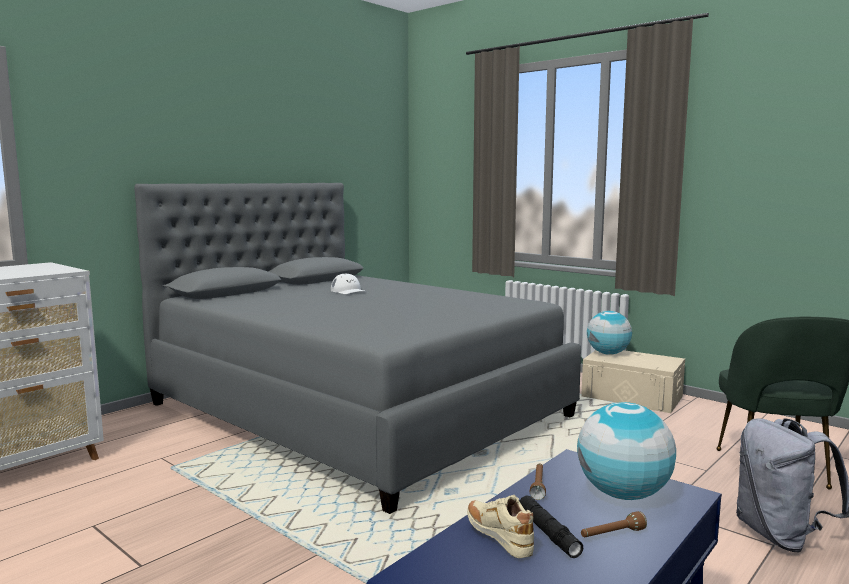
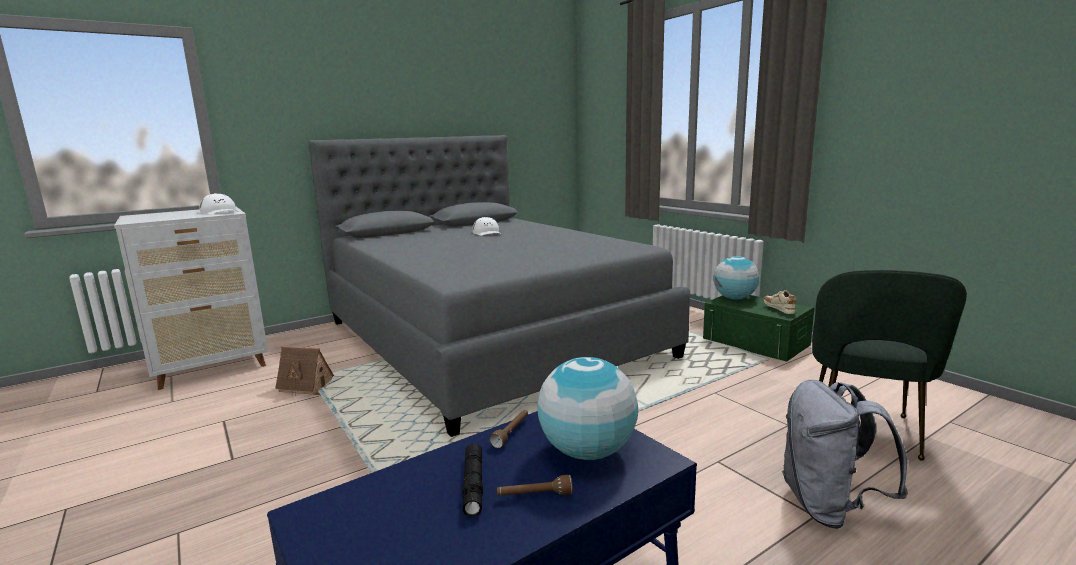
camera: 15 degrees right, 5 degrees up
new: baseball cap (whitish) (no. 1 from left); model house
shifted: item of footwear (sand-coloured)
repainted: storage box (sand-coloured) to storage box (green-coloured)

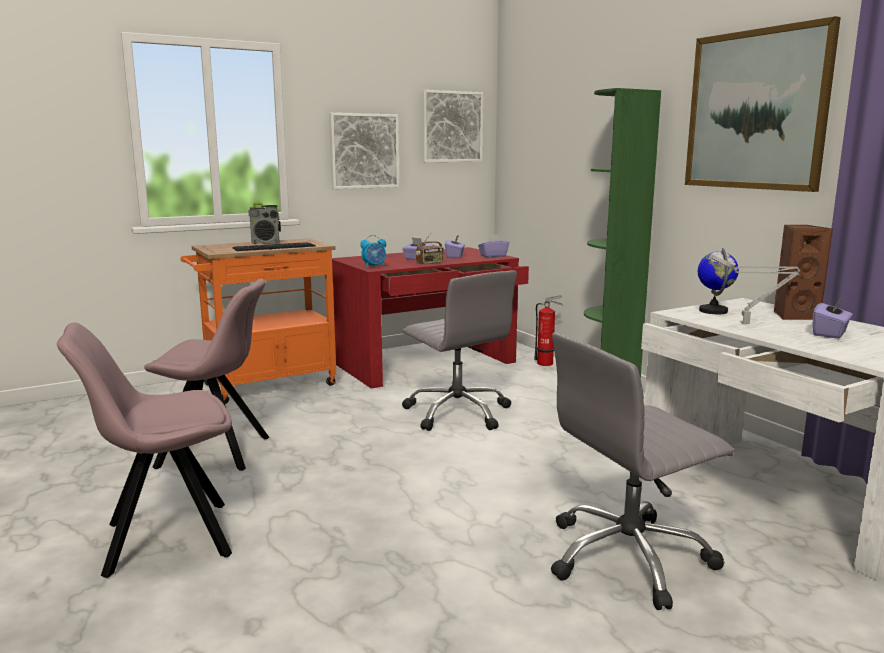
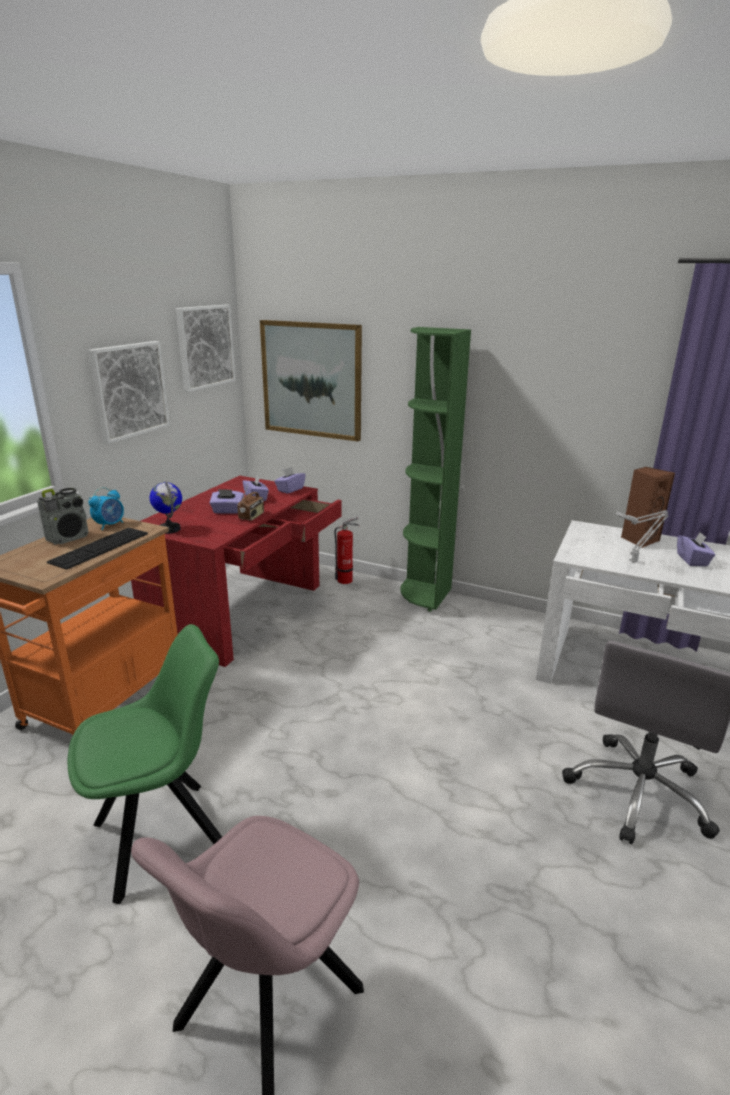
camera: 35 degrees left, 10 degrees up
gone: desk chair (grey) (no. 1 from left)
shifted: picture (no. 3 from left); bedside clock; desk globe
repainted: chair (pink-coloured) (no. 2 from left) to chair (green-coloured)

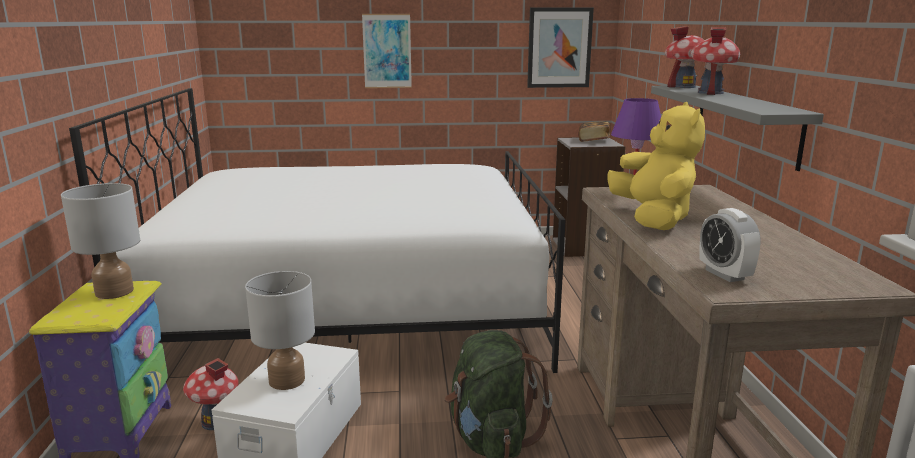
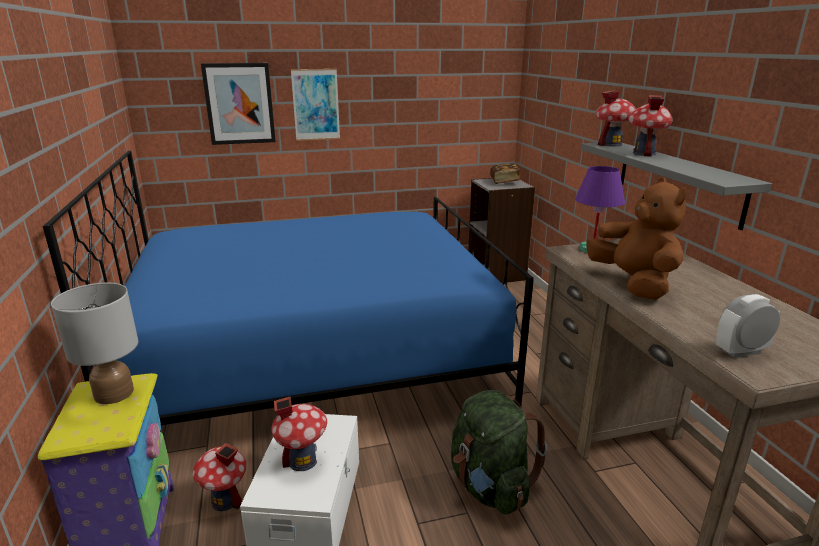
camera: 10 degrees left, 5 degrees up
shifted: picture (no. 2 from left in the first image) to picture (no. 1 from left)
swapped: lamp for a table (grey) (no. 2 from left) to model house (no. 2 from left)
repainted: bedroom bed (whitish) to bedroom bed (bluish); cuddly toy (yellowish) to cuddly toy (brown)
rotated: bedside clock 105 degrees clockwise

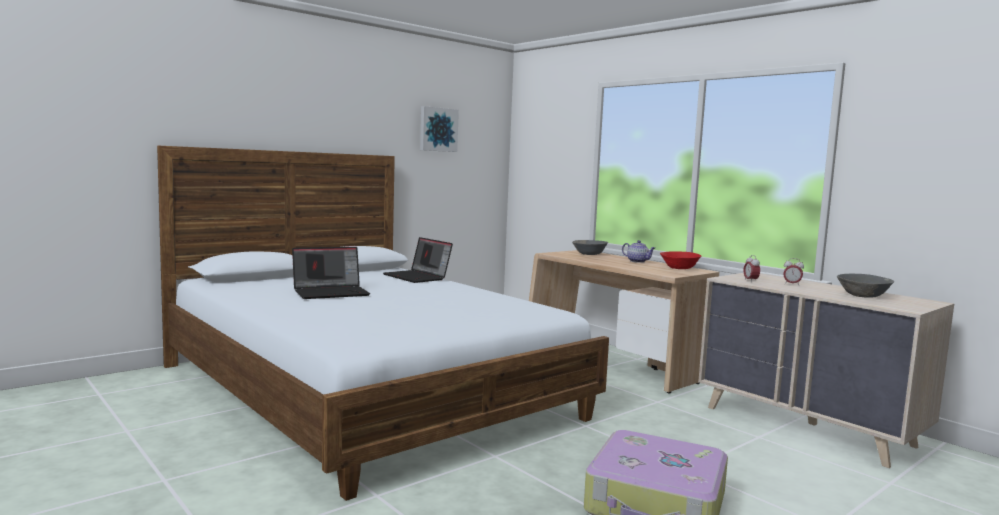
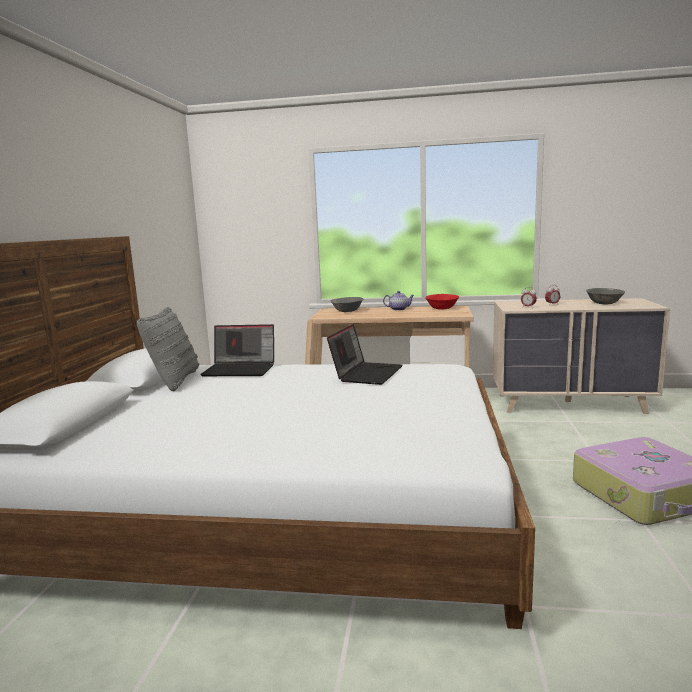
camera: 40 degrees left, 5 degrees up
gone: picture
new: throw pillow (grey)
shifted: laptop (no. 1 from left in the first image) to laptop (no. 2 from left)

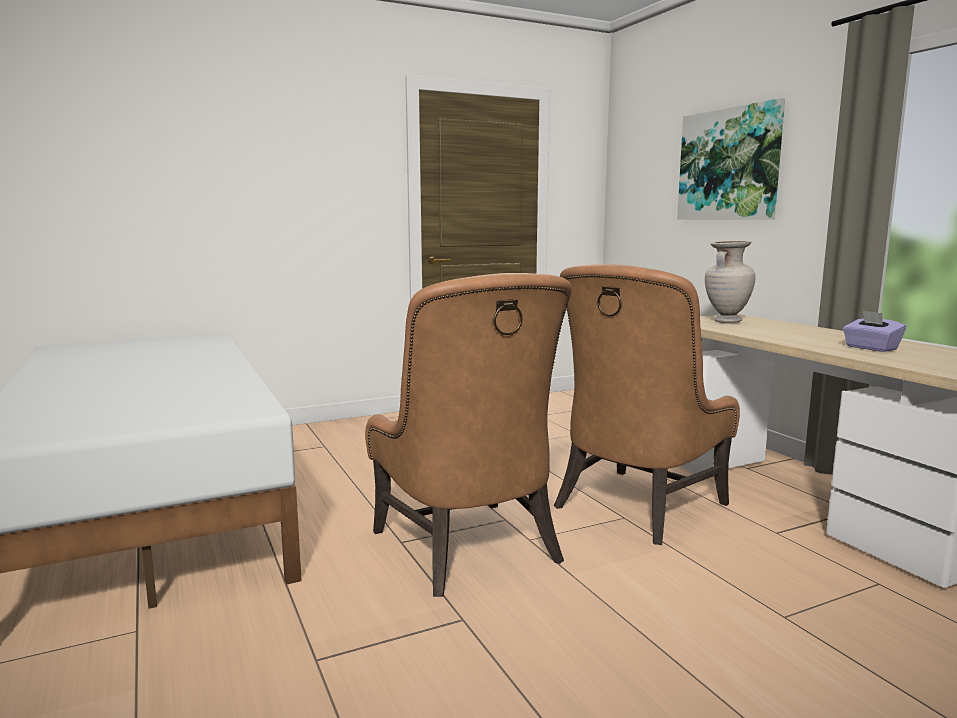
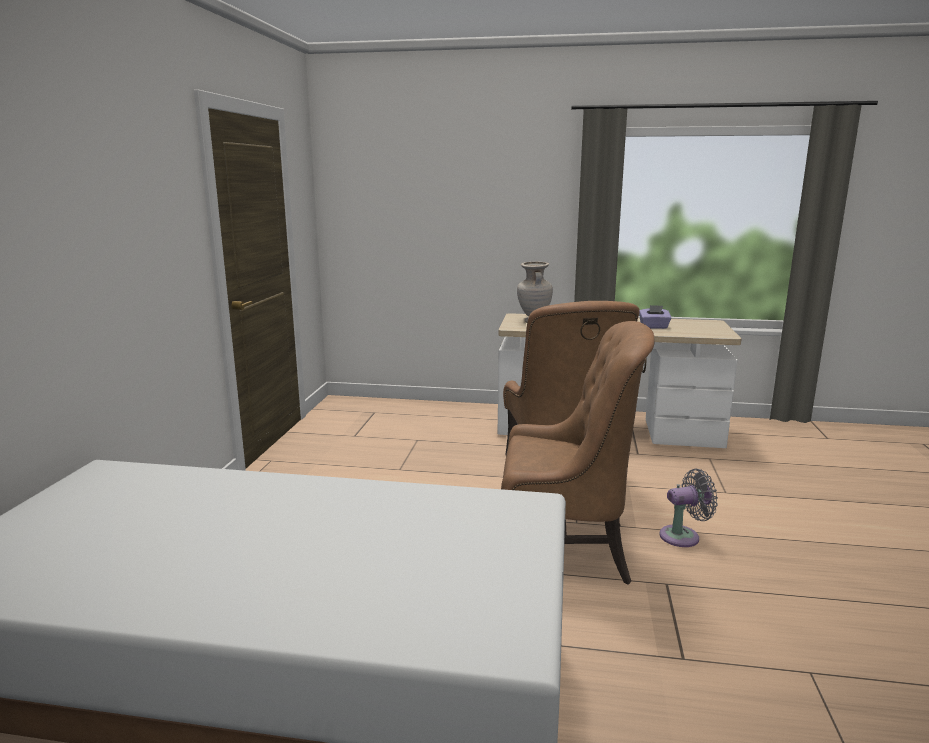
camera: 55 degrees left, 5 degrees up
gone: picture
new: fan (grey)

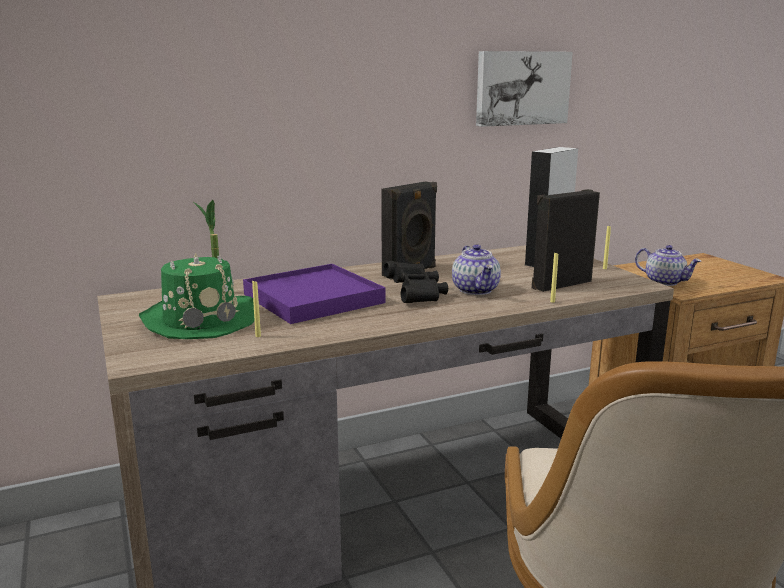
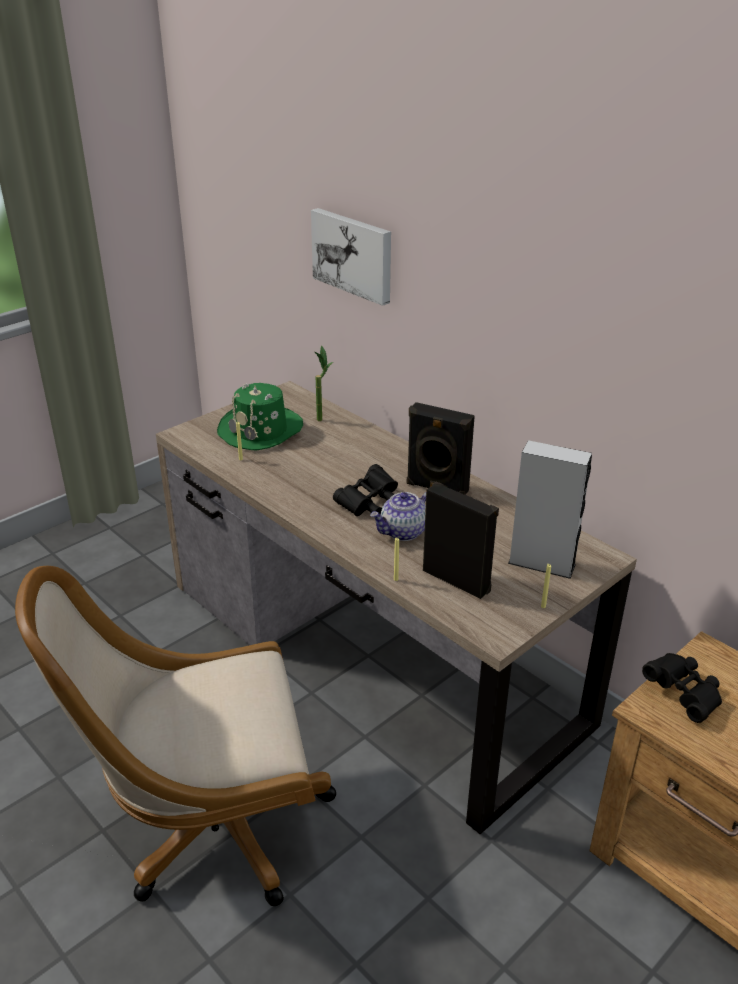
camera: 70 degrees right, 15 degrees up
gone: serving tray (purplish)
shifted: picture
swapped: pot for tea (no. 2 from left) to pair of binoculars (black) (no. 2 from left)

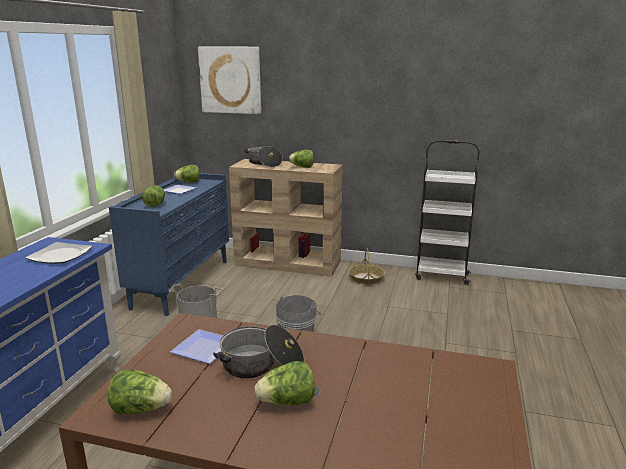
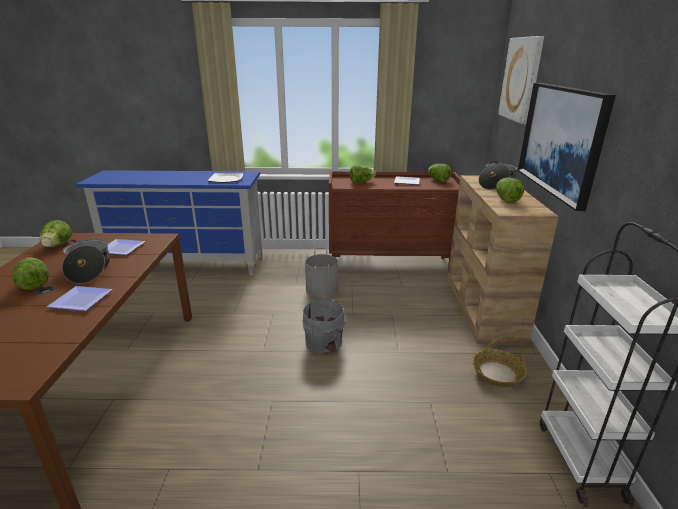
camera: 75 degrees right, 5 degrees up
new: picture (no. 2 from left); plate (no. 1 from left)
repainted: cabinet (bluish) to cabinet (brown)

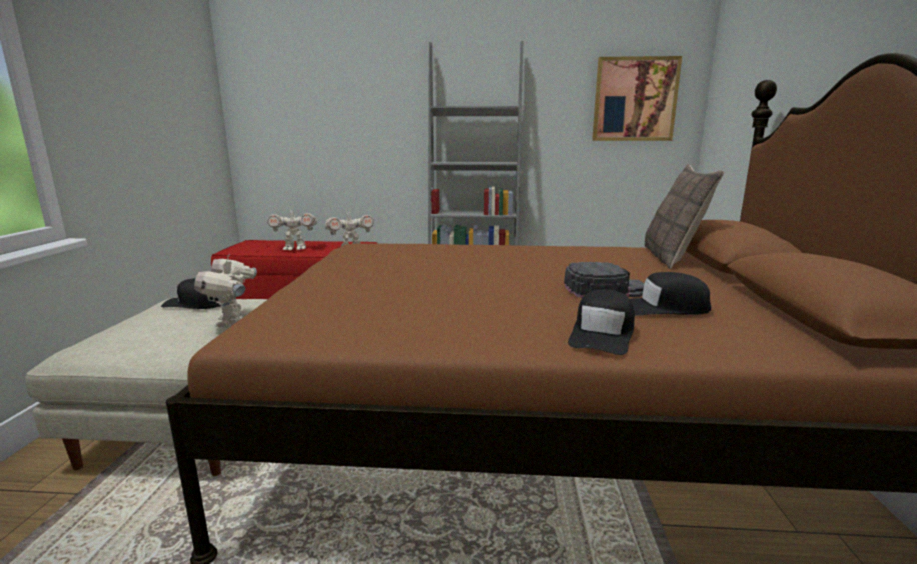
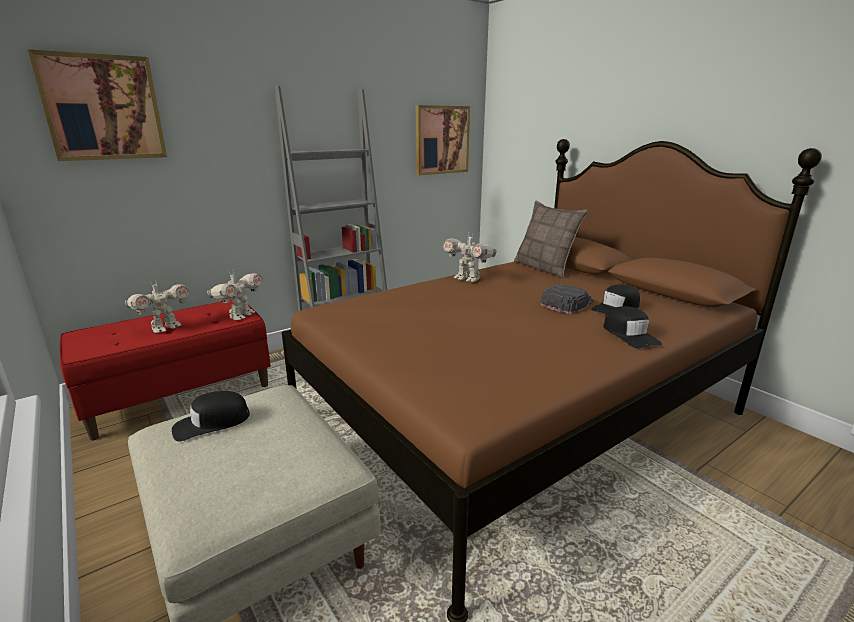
camera: 40 degrees left, 5 degrees up
new: picture (no. 1 from left)
shifted: model robot (no. 1 from left in the first image) to model robot (no. 3 from left)

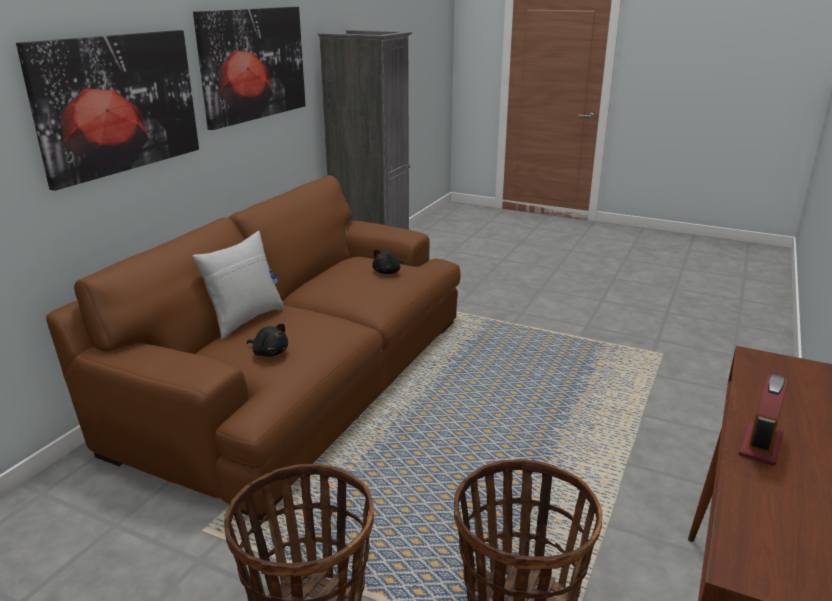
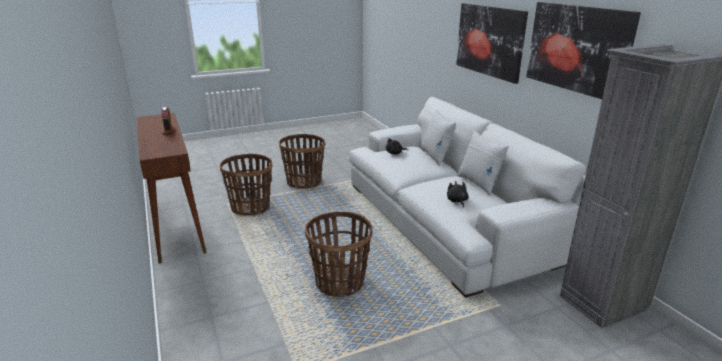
camera: 130 degrees right, 0 degrees up
new: throw pillow (grey) (no. 2 from left); basket (no. 3 from left)
repainted: settee (brown) to settee (whitish)

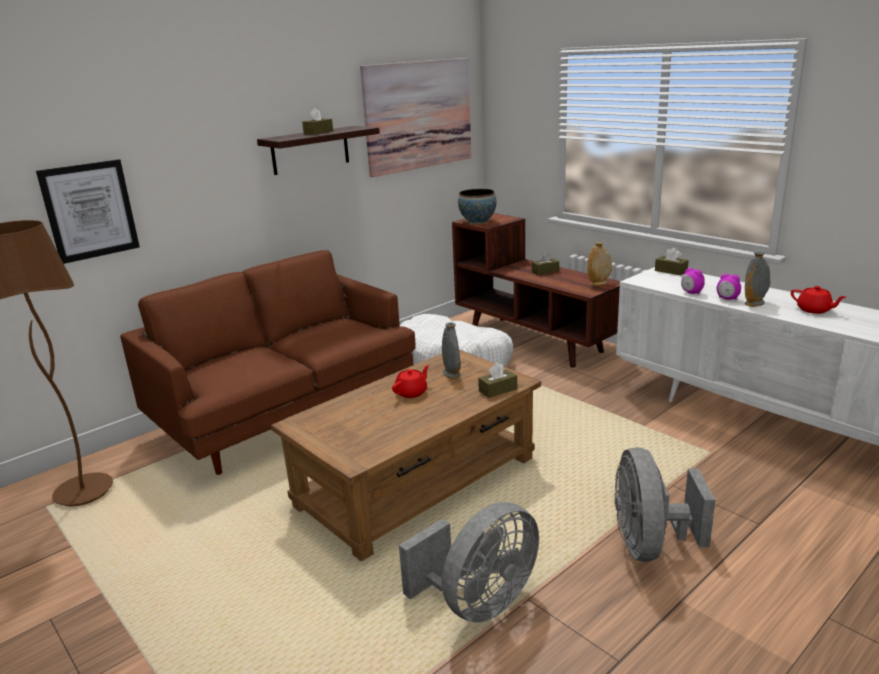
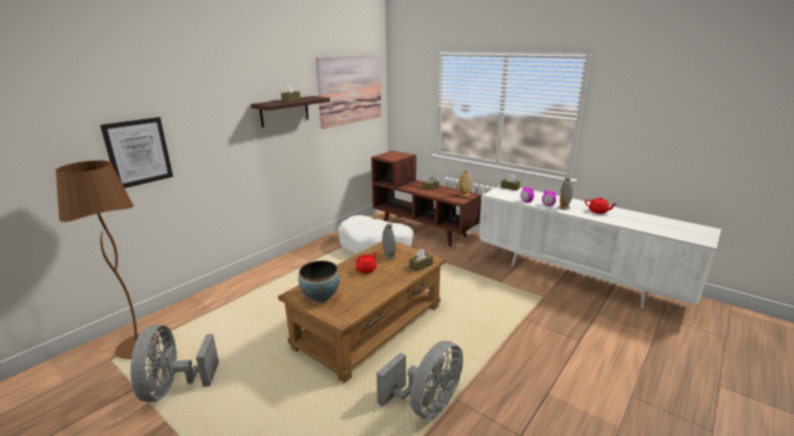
camera: 10 degrees left, 0 degrees up
gone: settee (brown)
shifted: serving bowl; fan (grey) (no. 2 from left in the first image) to fan (grey) (no. 1 from left)

